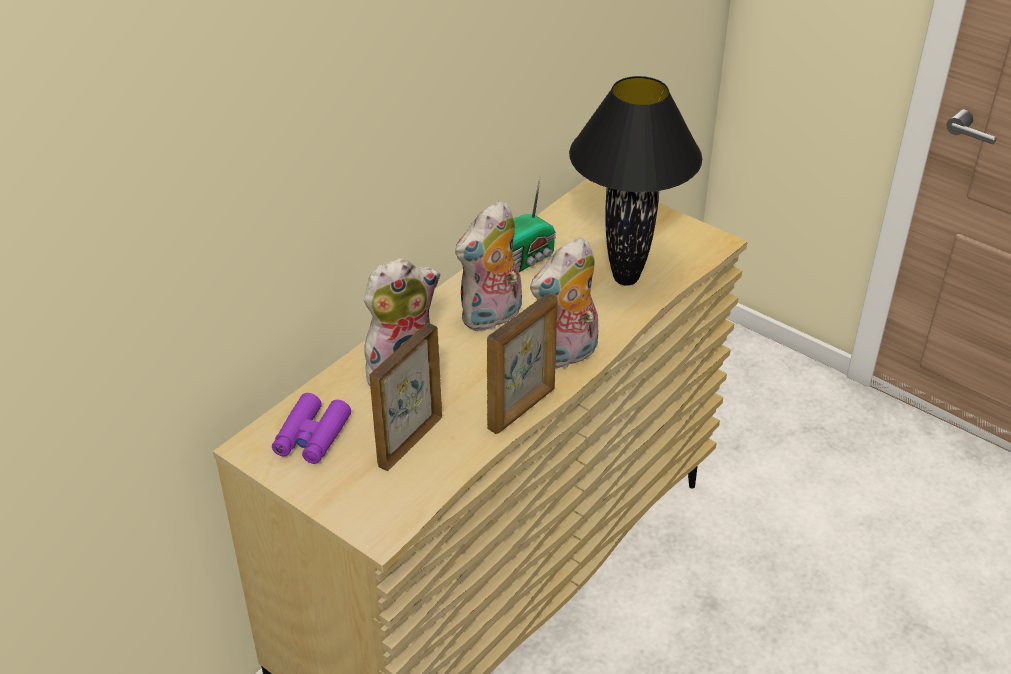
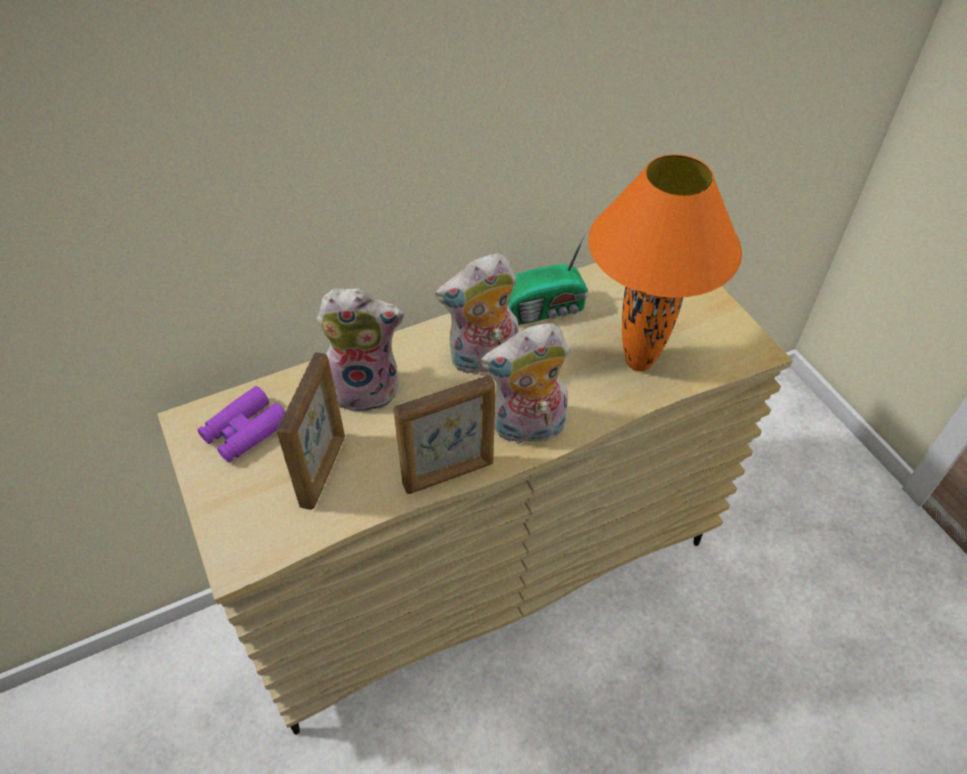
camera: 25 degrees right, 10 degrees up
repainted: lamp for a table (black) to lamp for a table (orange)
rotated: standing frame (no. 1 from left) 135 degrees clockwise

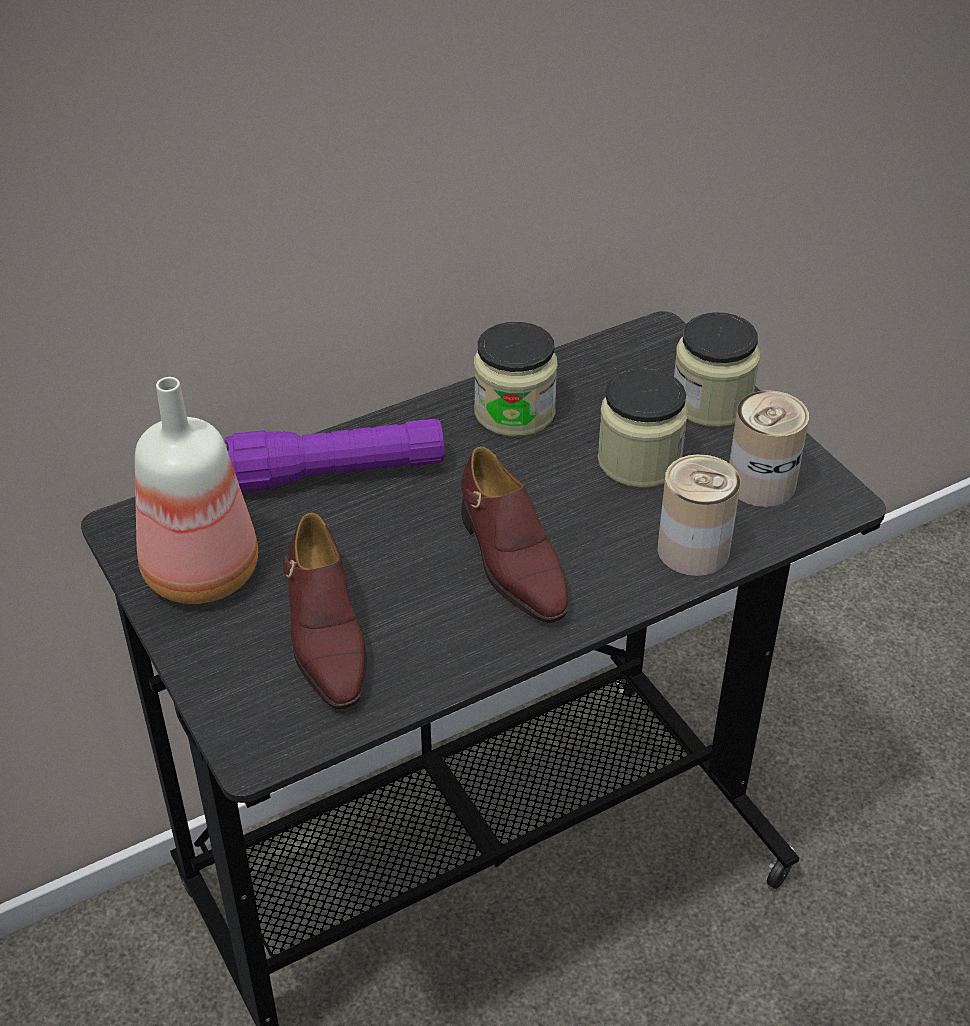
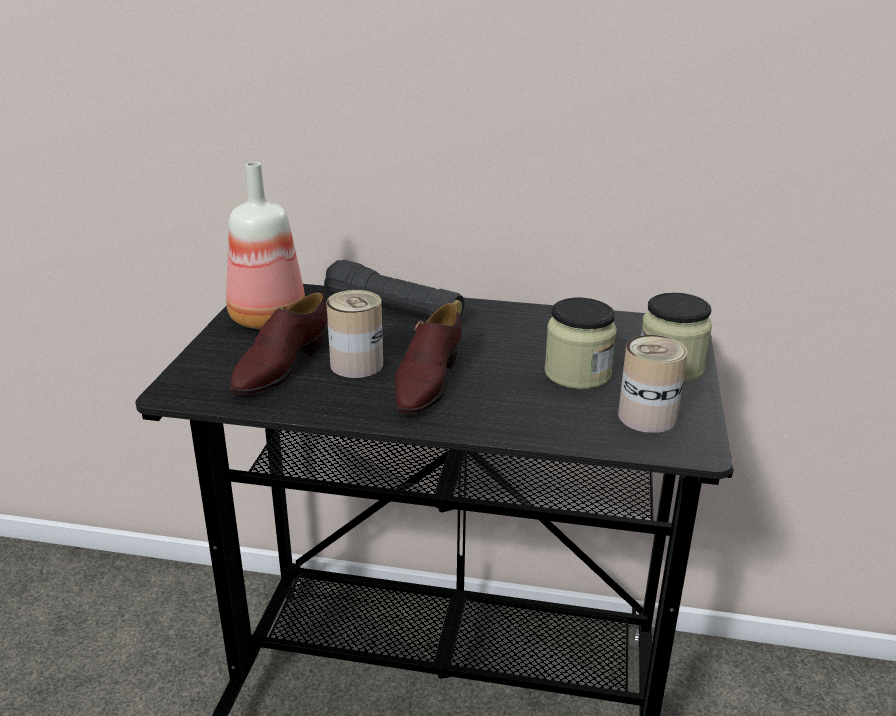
camera: 40 degrees right, 15 degrees down
gone: storage jar (no. 1 from left)
shifted: can (no. 1 from left)
repainted: flashlight (purplish) to flashlight (black)

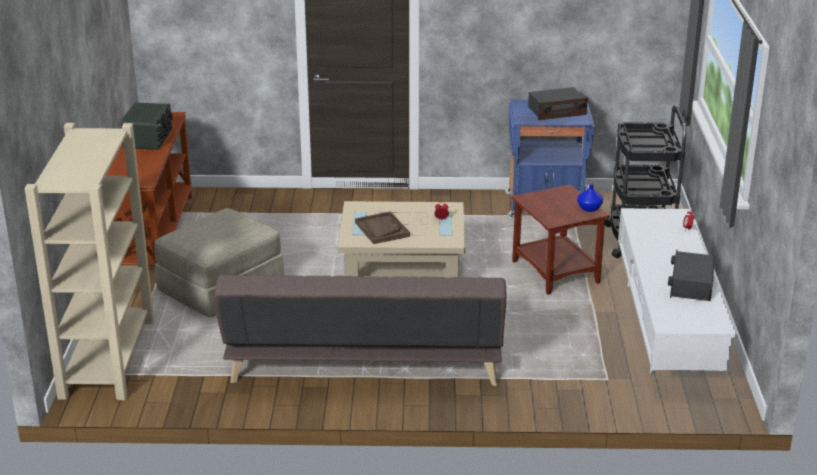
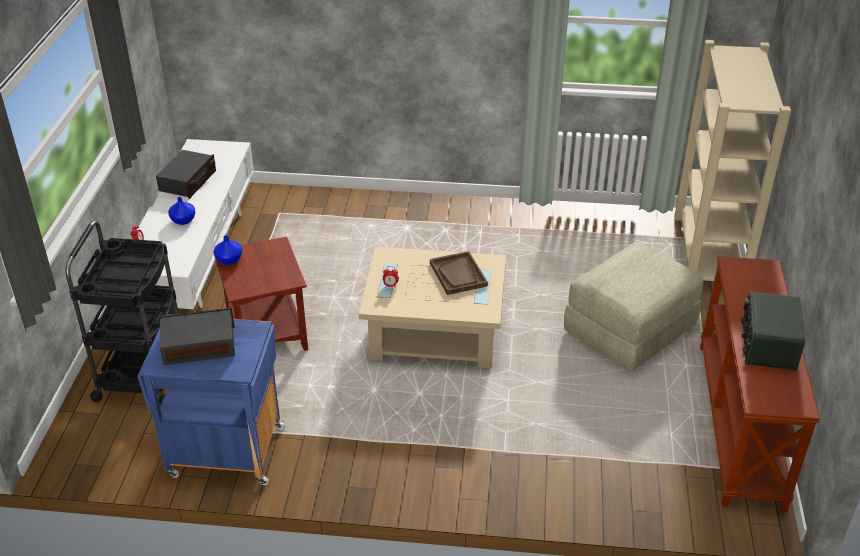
camera: 175 degrees left, 10 degrees up
gone: settee (brown)
new: decorative vase (bluish) (no. 1 from left)

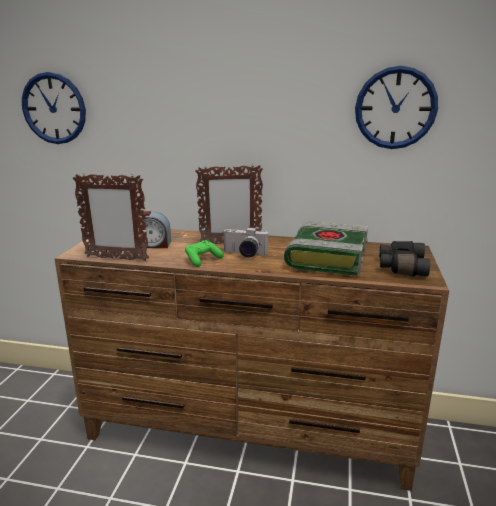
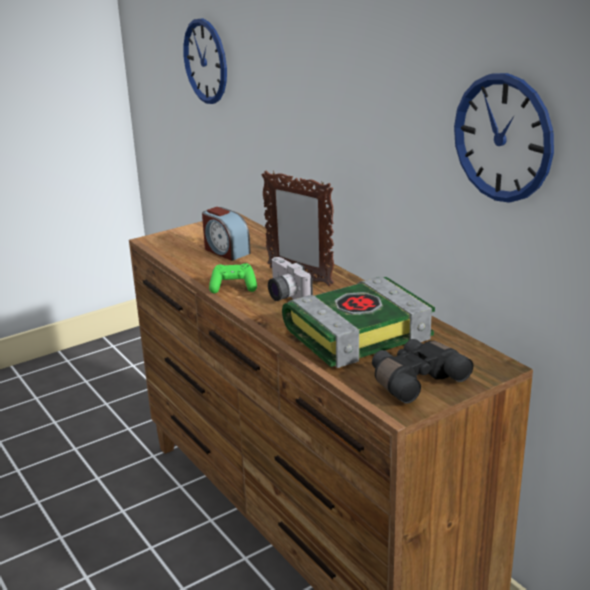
camera: 45 degrees right, 5 degrees up
gone: standing frame (no. 1 from left)

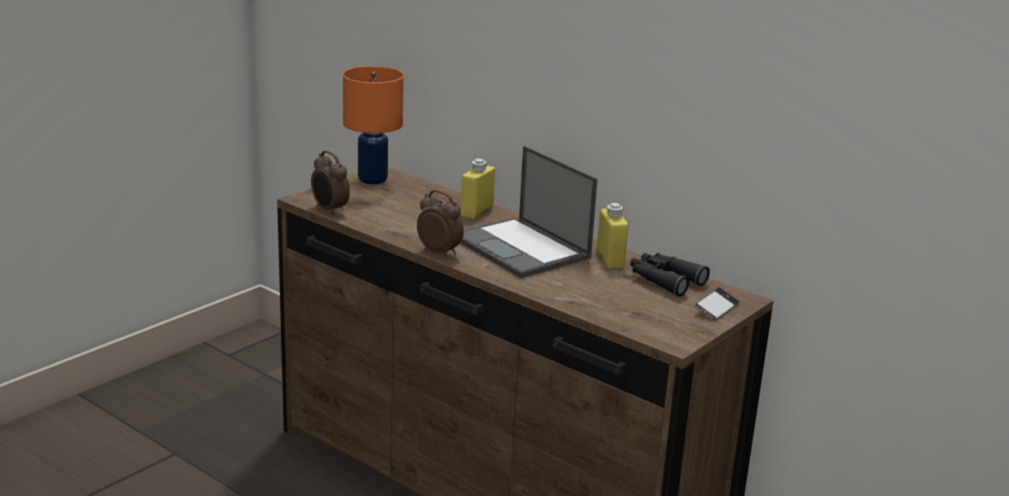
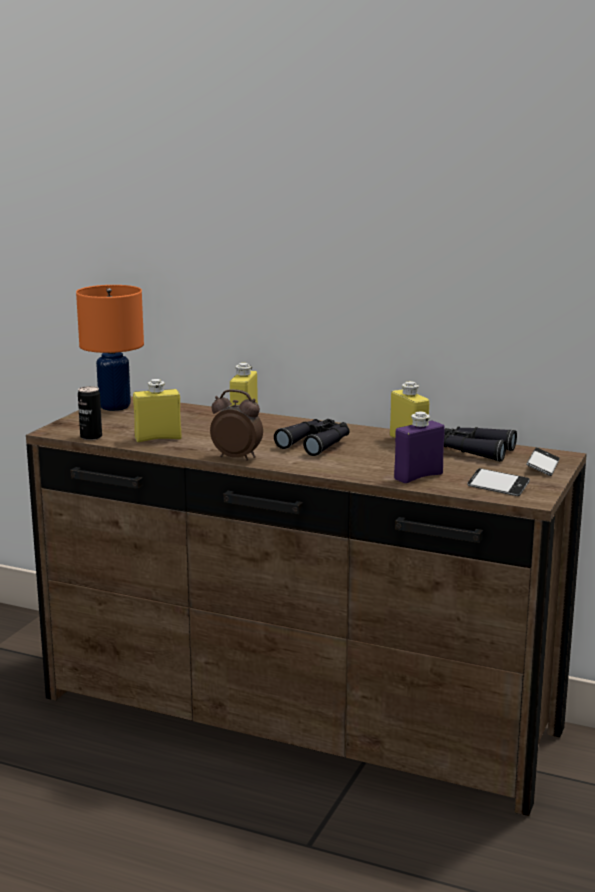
camera: 15 degrees left, 5 degrees down
new: bottle (yellowish) (no. 1 from left); bottle (purplish); telephone (no. 1 from left)
swapped: laptop to pair of binoculars (black) (no. 1 from left); bedside clock (no. 1 from left) to can

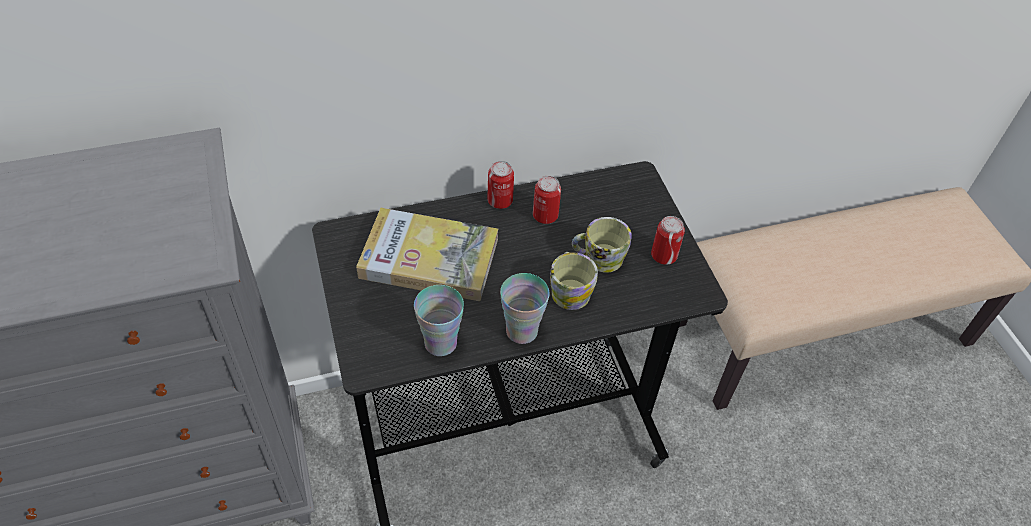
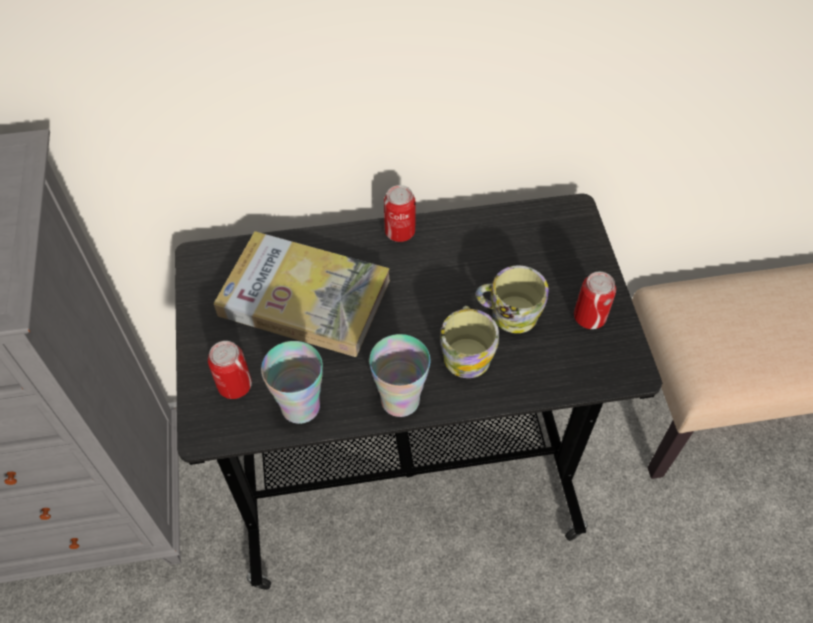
camera: 10 degrees right, 5 degrees up
shifted: can (no. 2 from left in the first image) to can (no. 1 from left)

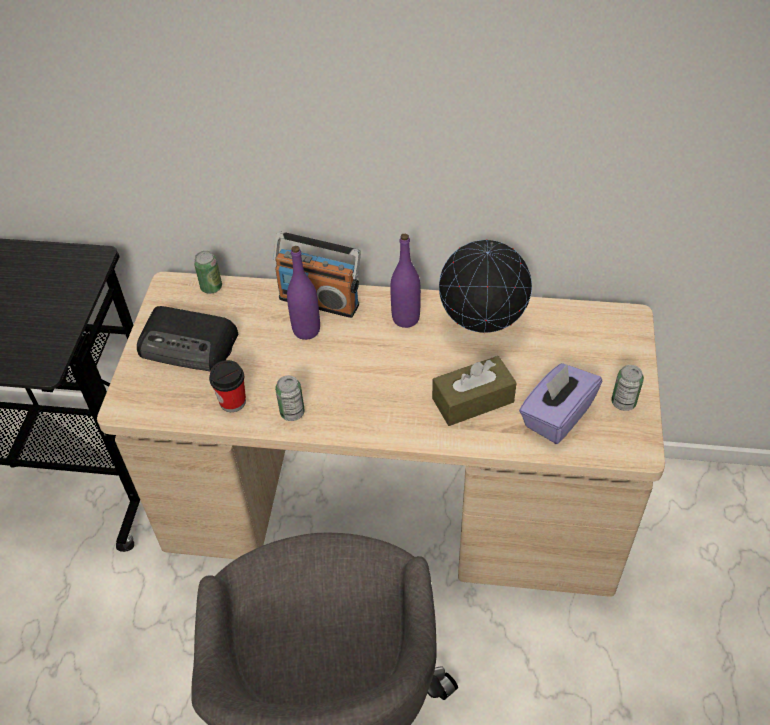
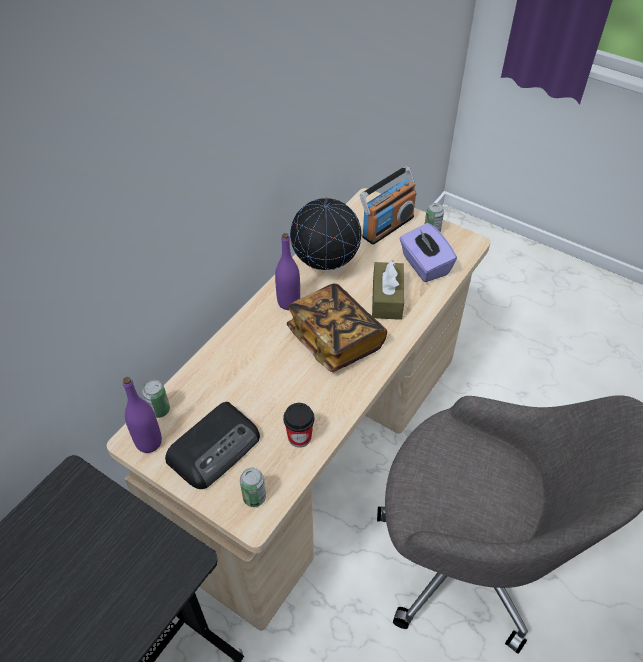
camera: 65 degrees left, 0 degrees up
new: bound book
shifted: radio (no. 2 from left); bottle (purplish) (no. 1 from left); can (no. 2 from left)

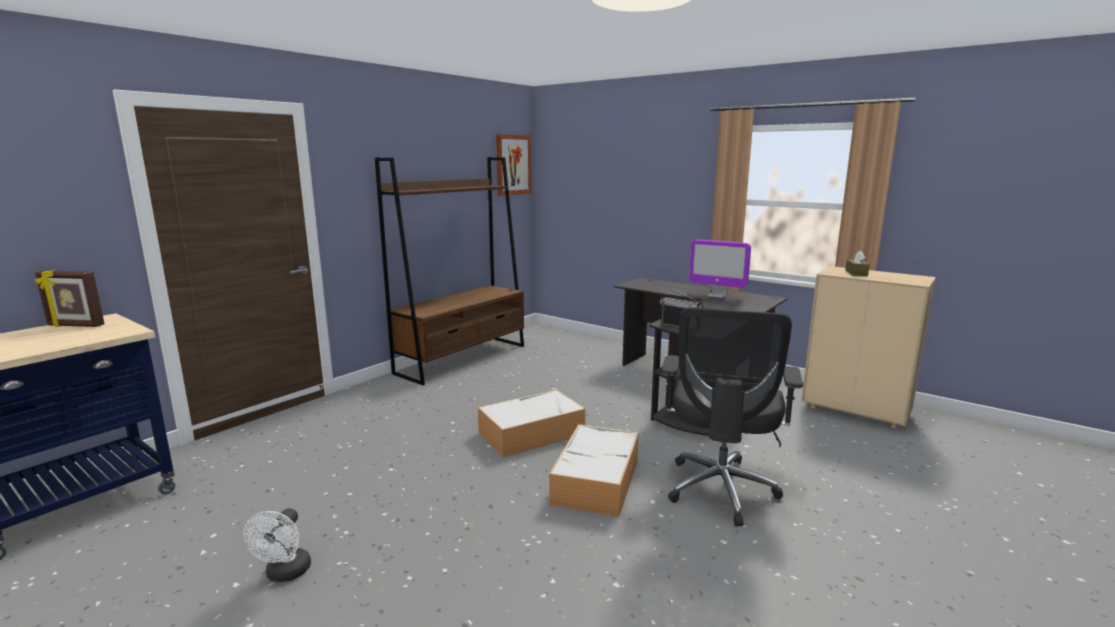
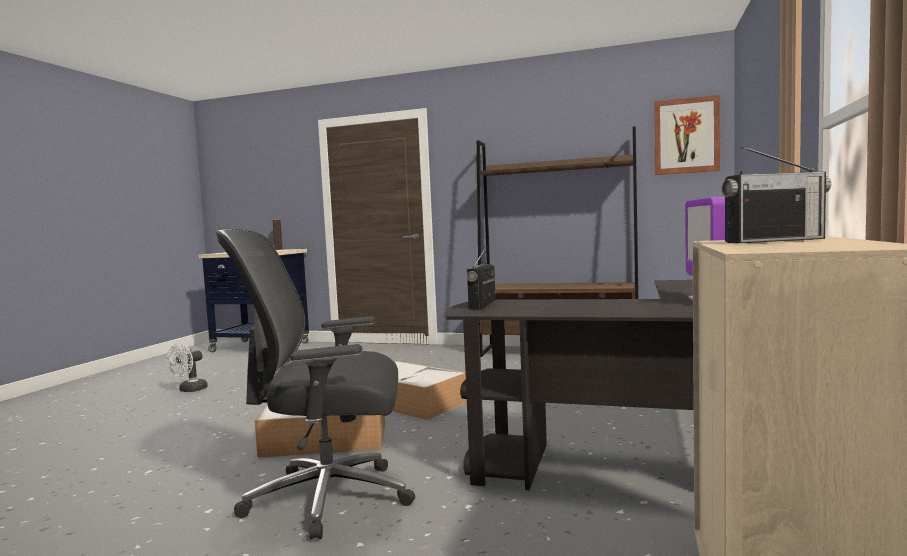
camera: 70 degrees right, 10 degrees down
swapped: tissue box (brown) to radio (no. 2 from left)
rotated: fan (whitish) 45 degrees counterclockwise

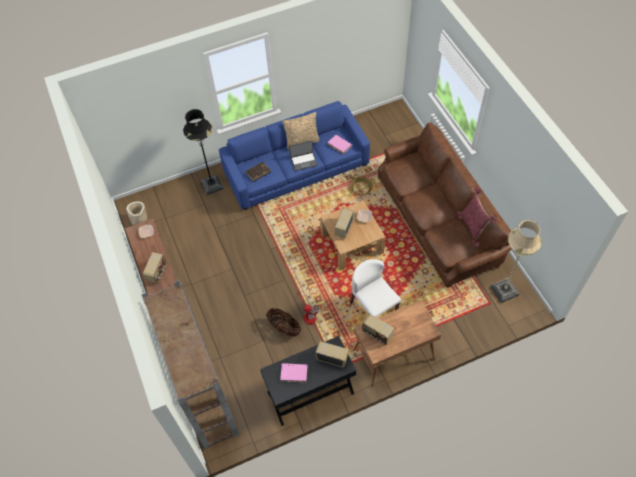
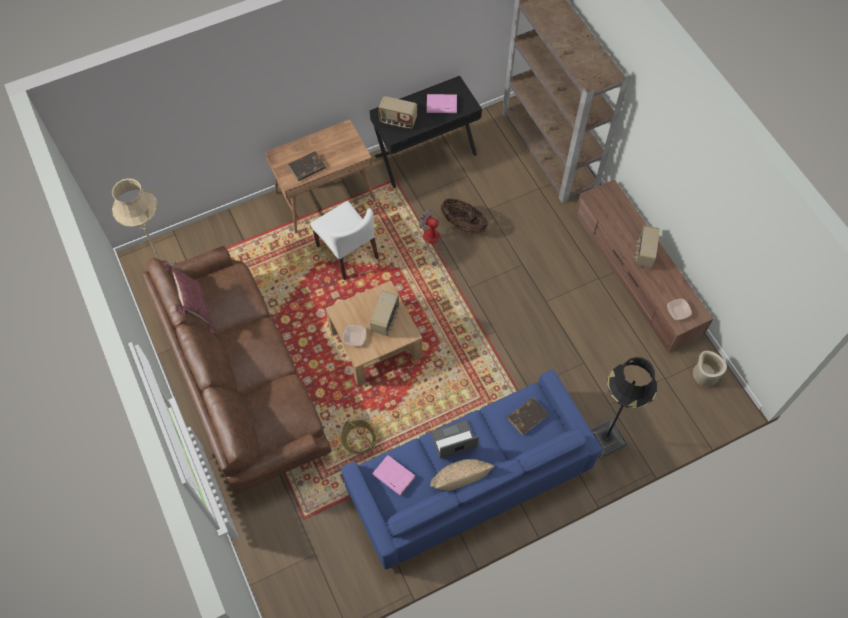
camera: 175 degrees right, 5 degrees up
gone: radio (no. 4 from left)
new: bound book (brown) (no. 1 from left)

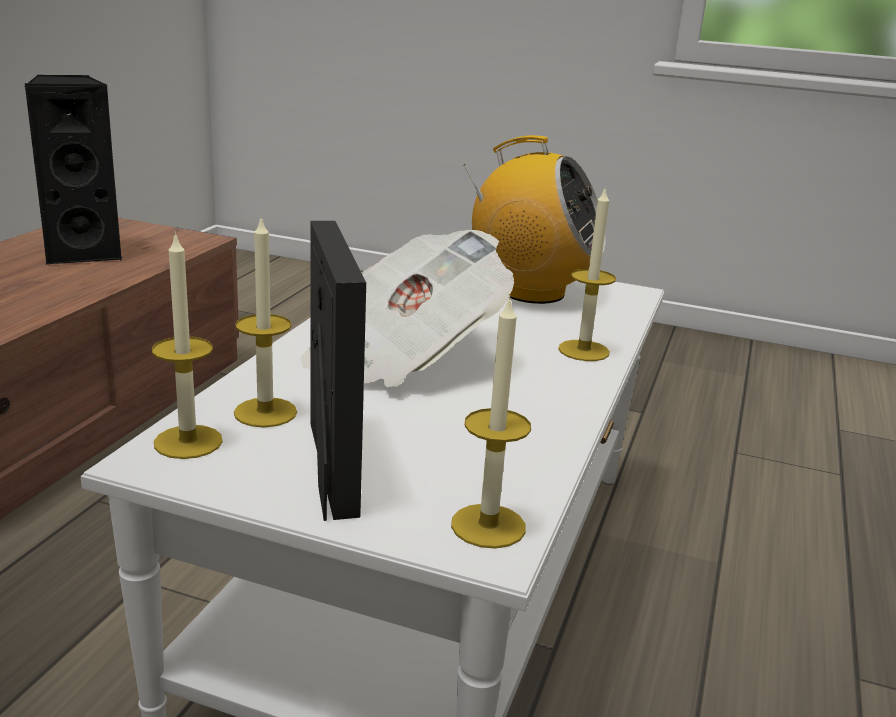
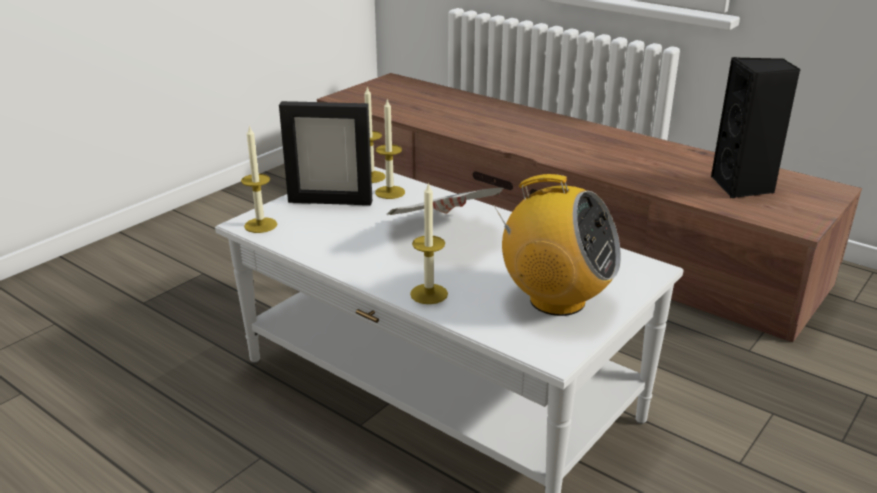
camera: 110 degrees right, 5 degrees up
rotated: radio 105 degrees counterclockwise

